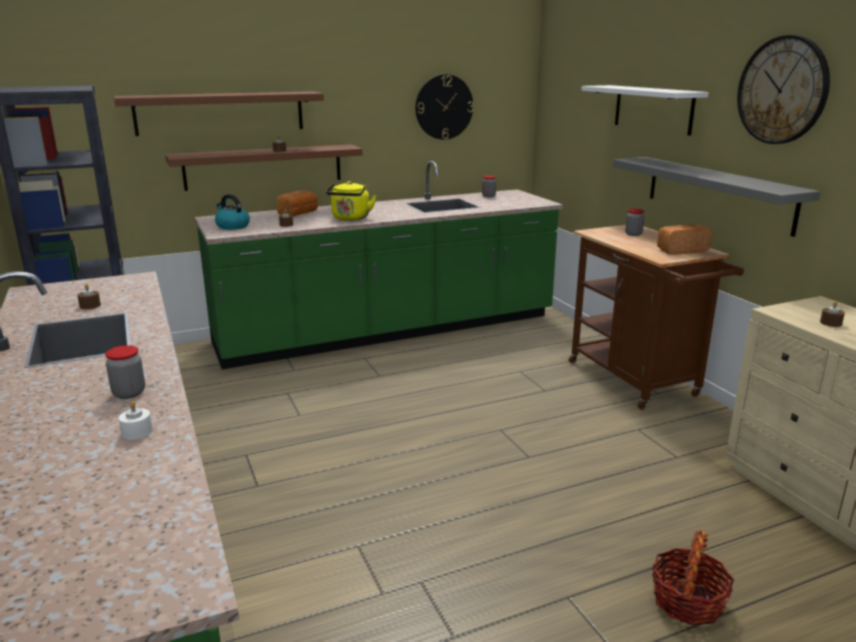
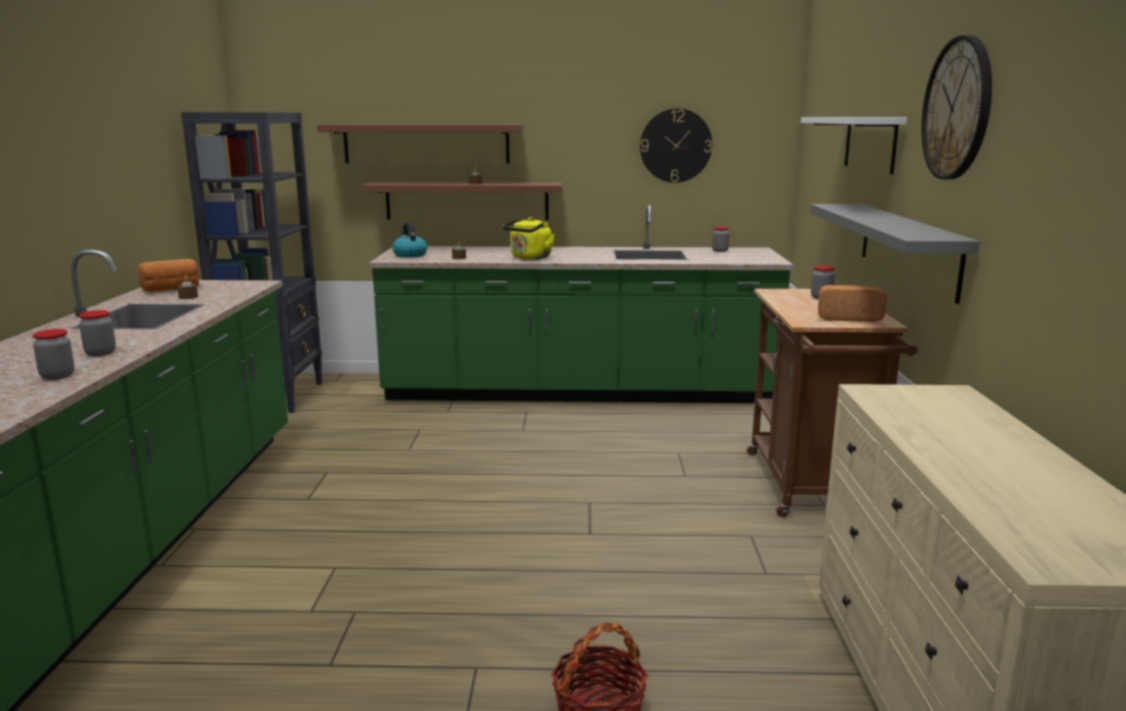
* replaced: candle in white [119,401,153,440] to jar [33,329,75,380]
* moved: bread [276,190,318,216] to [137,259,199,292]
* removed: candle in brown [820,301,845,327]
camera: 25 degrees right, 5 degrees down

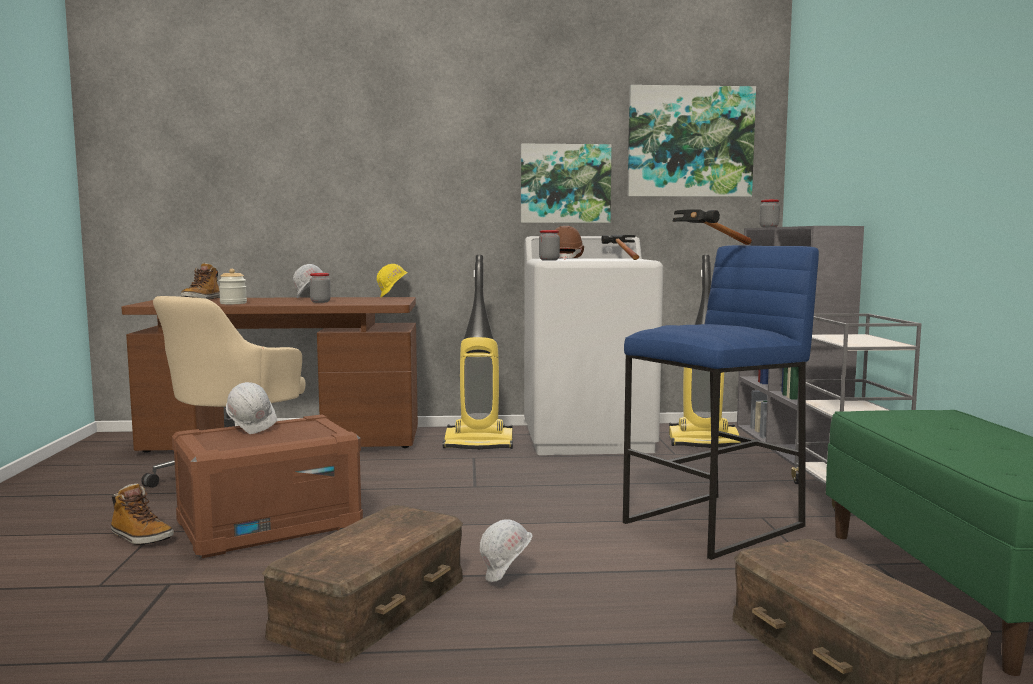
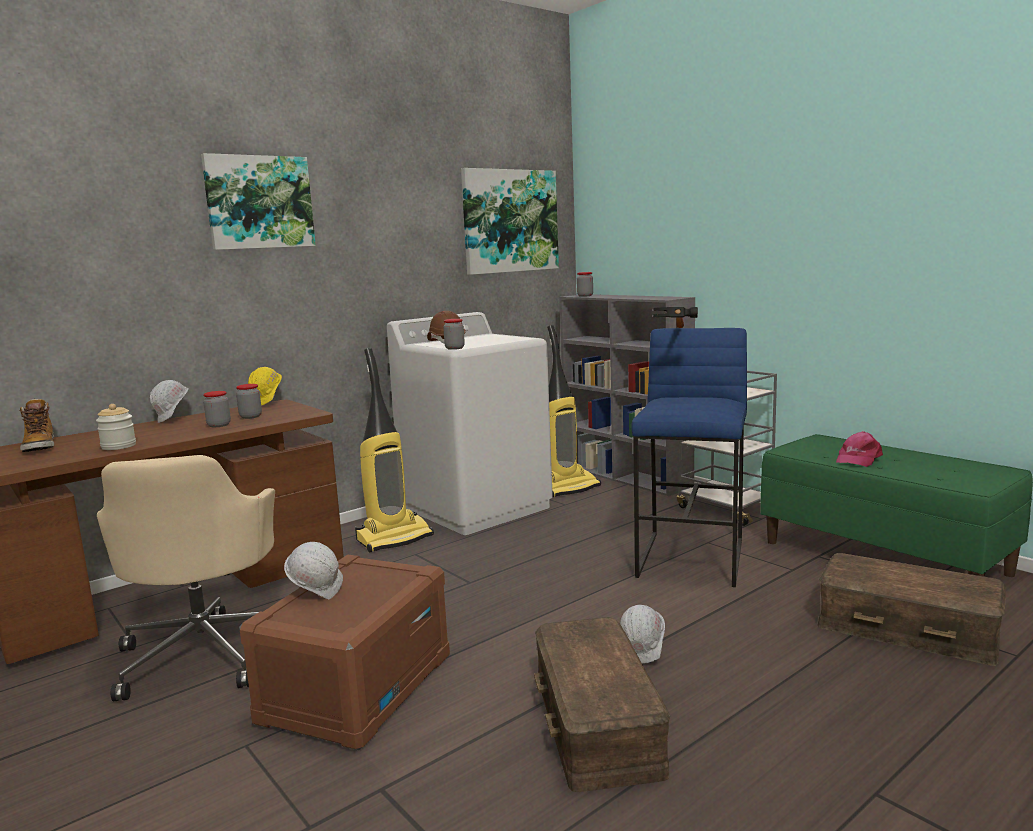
* removed: boot [111,483,174,545]
* moved: picture [521,144,612,223] to [201,153,316,250]
* removed: hammer [601,235,639,260]
* added: jar [236,384,262,419]
* added: cap in pink [836,431,883,467]
camera: 35 degrees left, 5 degrees up

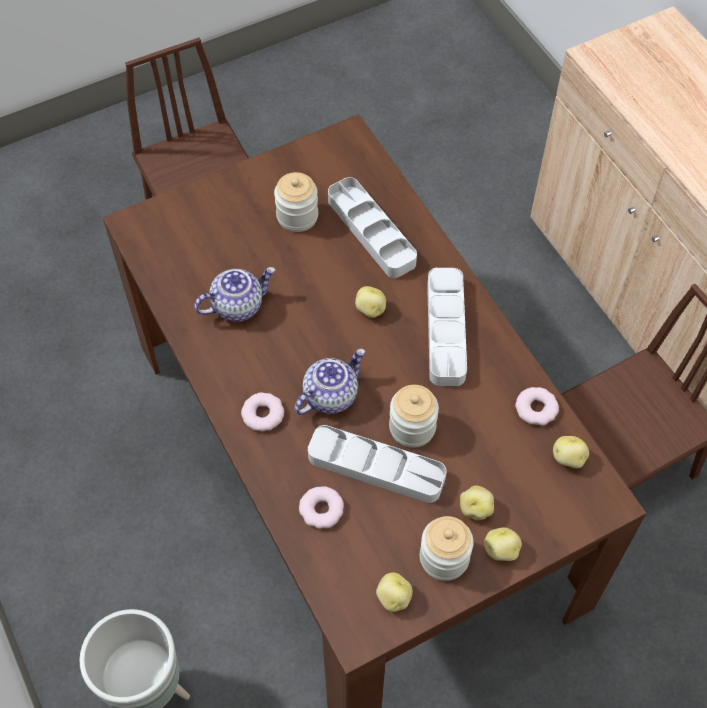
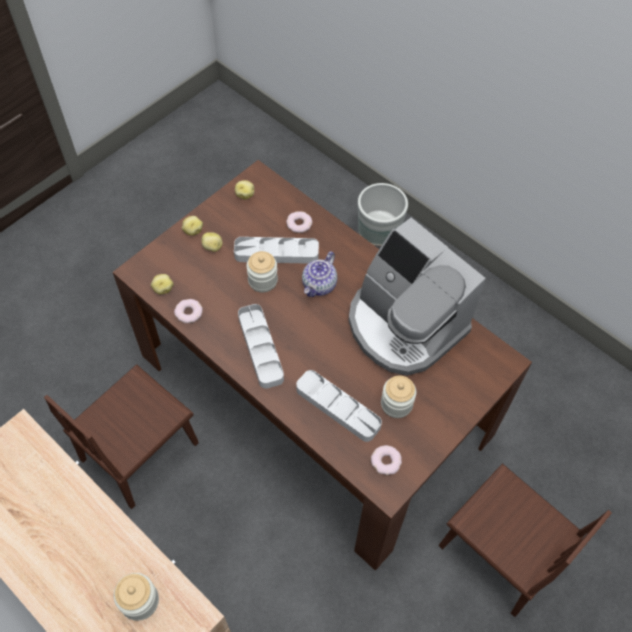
* replaced: teapot [194,267,276,322] to coffee machine [348,218,486,376]
* moved: donut [241,392,284,431] to [371,445,402,475]
* removed: potato [355,286,386,318]
* moved: jar [420,516,474,581] to [114,573,159,621]
camera: 160 degrees right, 0 degrees up

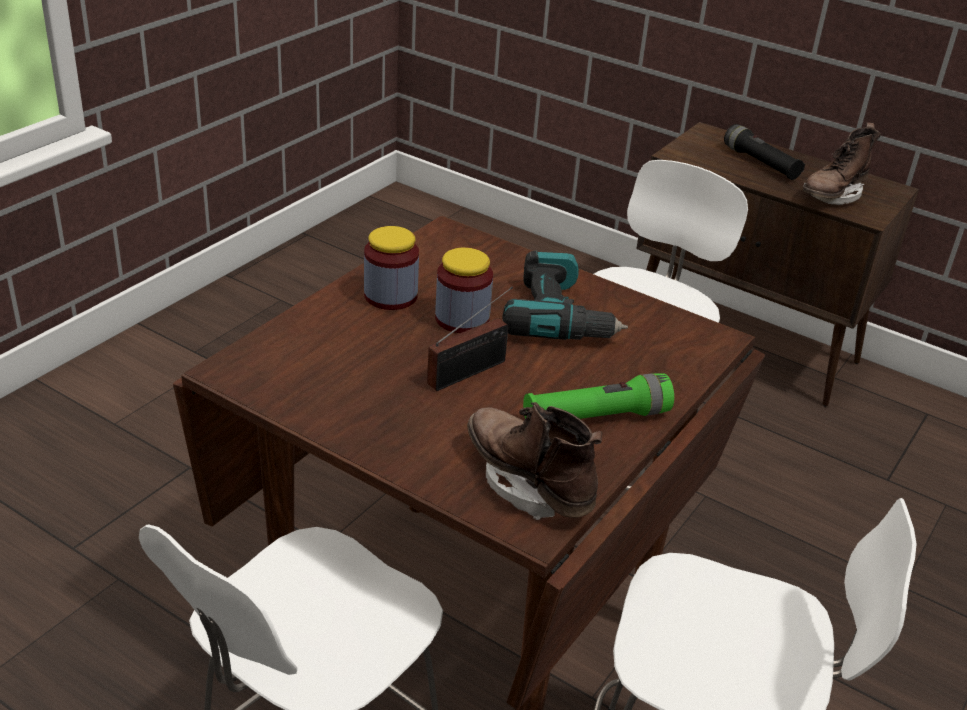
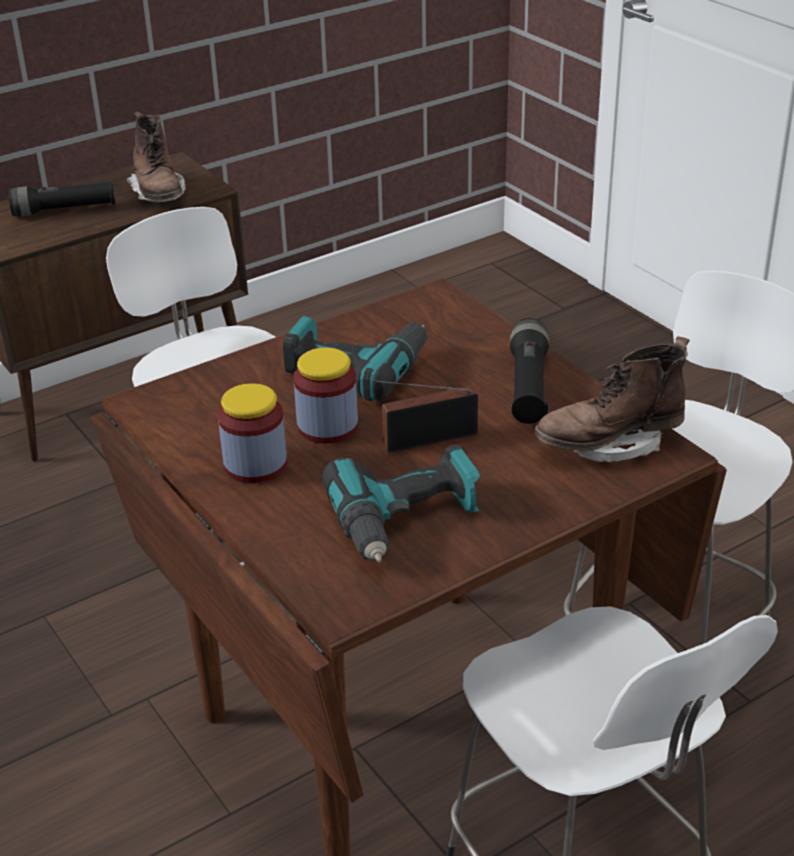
* turned: radio [427,287,513,391] = [373,380,478,453] 90 degrees counterclockwise
* recoloured: flashlight in green [523,373,674,419] to flashlight in black [510,318,549,424]
* added: power drill [322,444,480,563]
camera: 65 degrees left, 0 degrees up

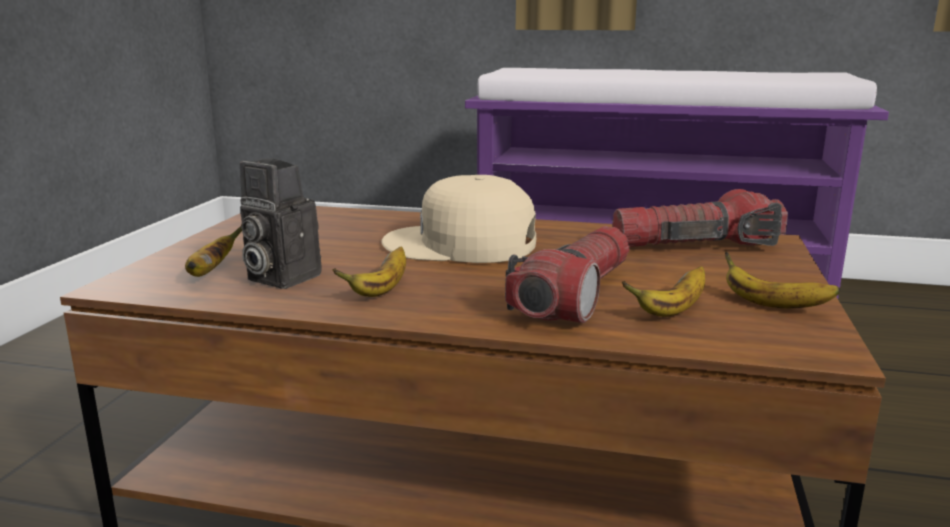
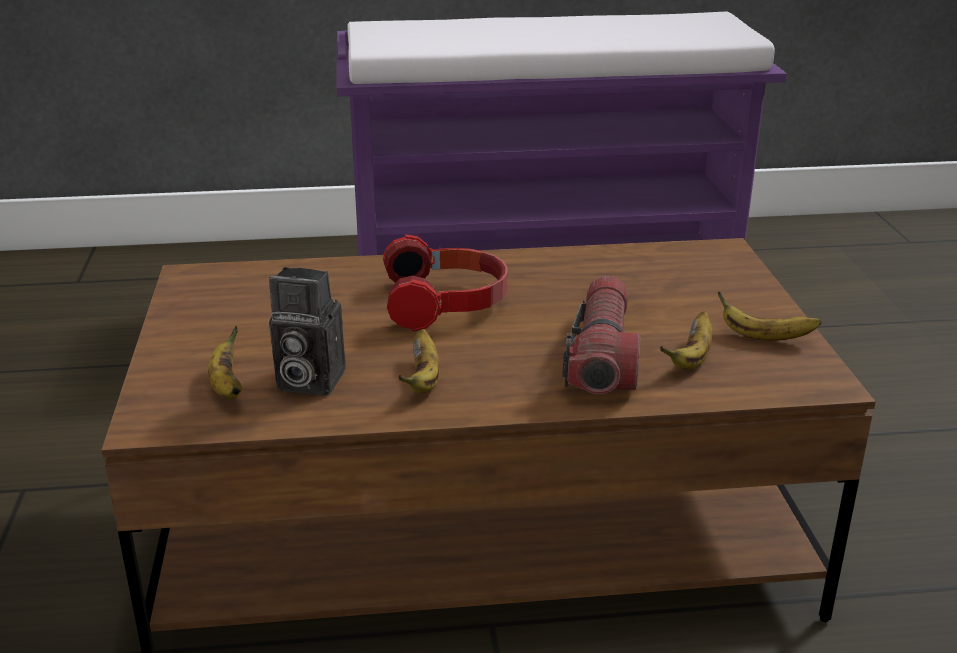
* replaced: cap in beige [382,175,536,263] to headphones [383,234,508,332]
* removed: flashlight [612,189,788,247]
camera: 20 degrees left, 10 degrees up

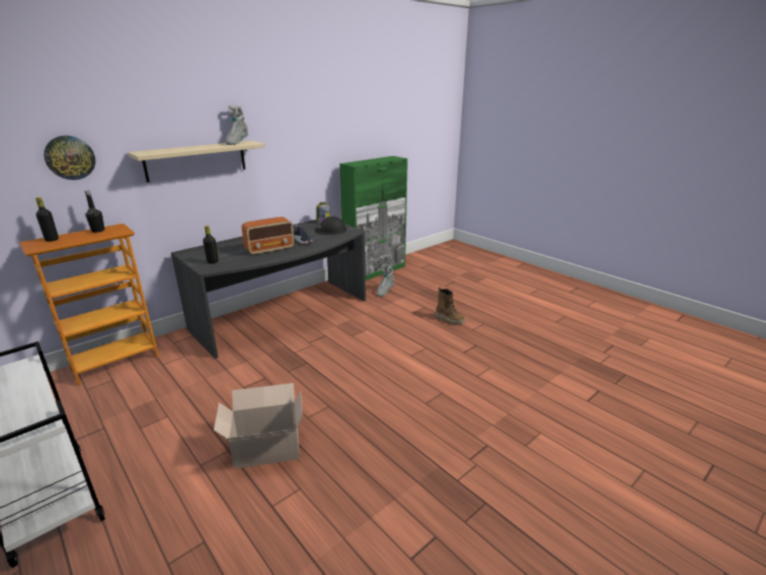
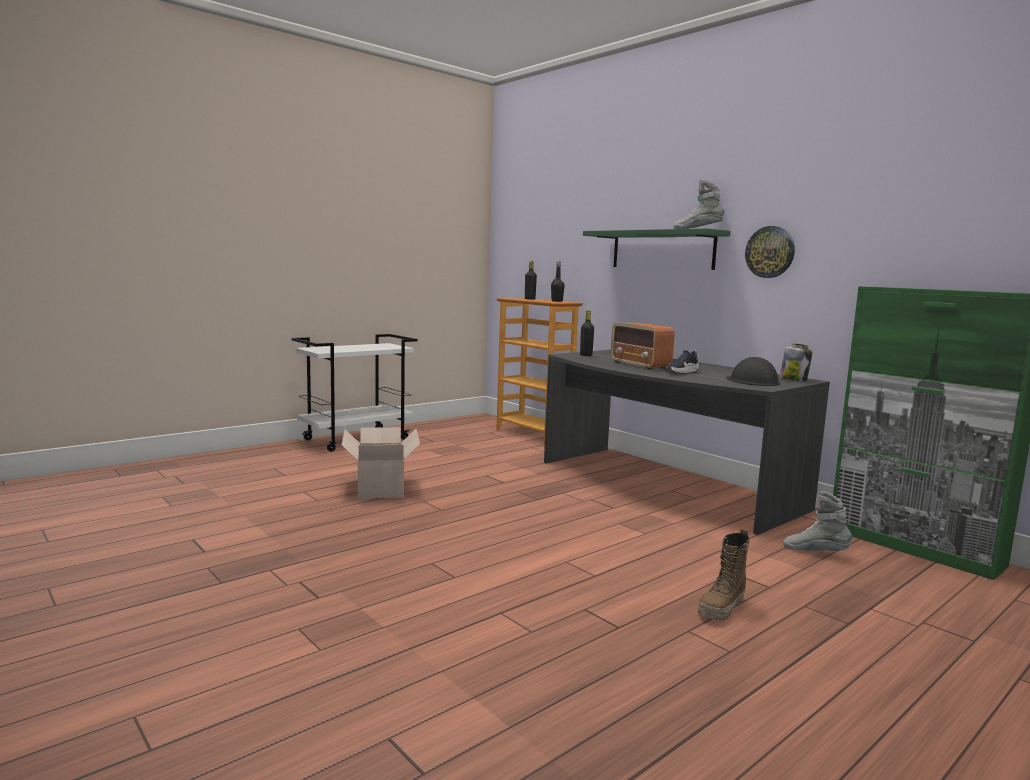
* moved: wall clock [44,136,96,180] to [745,226,795,278]
* recoloured: shelf in beige [127,141,265,183] to shelf in green [583,228,731,270]
camera: 90 degrees right, 15 degrees down

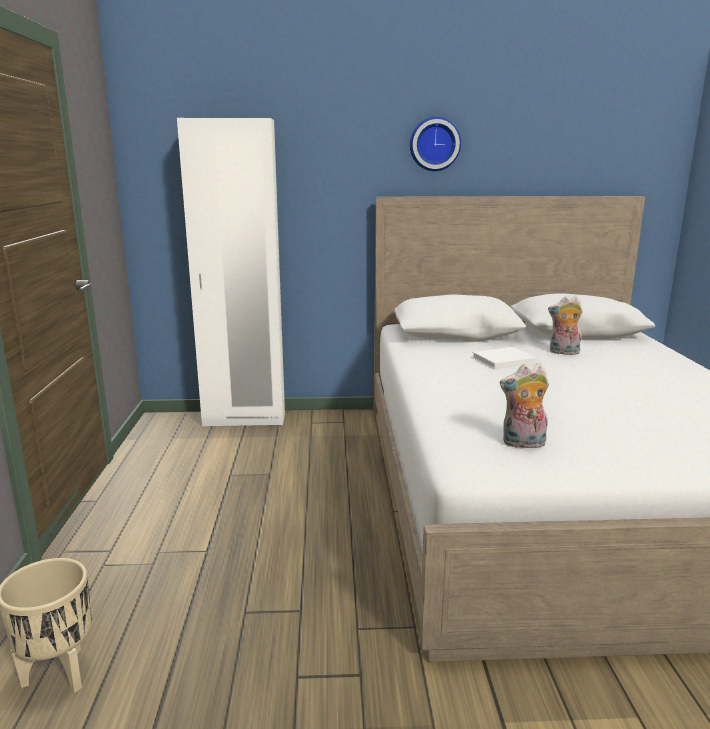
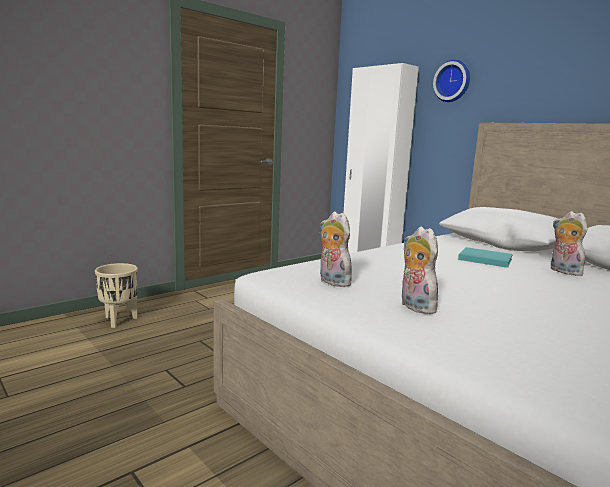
* moved: wall clock [410,117,461,171] to [433,60,470,102]
* recoloured: book in white [472,347,537,369] to book in turquoise [458,247,513,268]
* added: plush toy [402,226,438,314]
camera: 50 degrees right, 5 degrees down

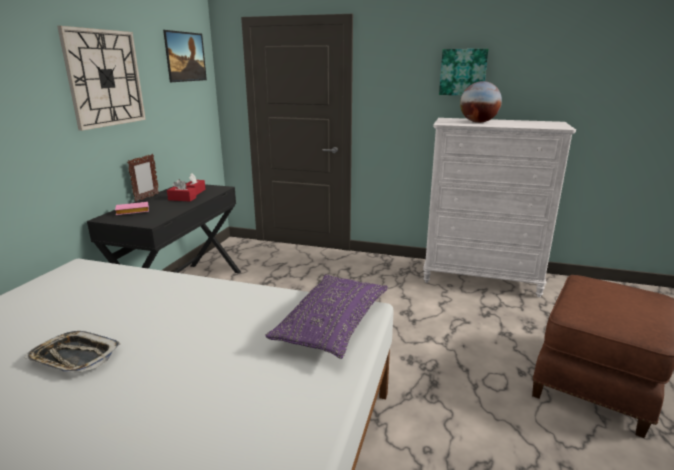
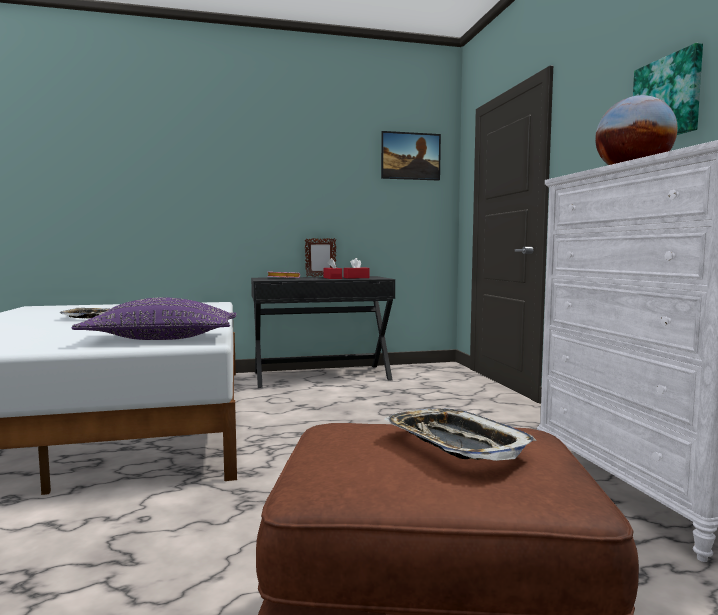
* removed: wall clock [57,26,146,131]
* added: tray [384,408,537,461]
camera: 60 degrees right, 15 degrees down

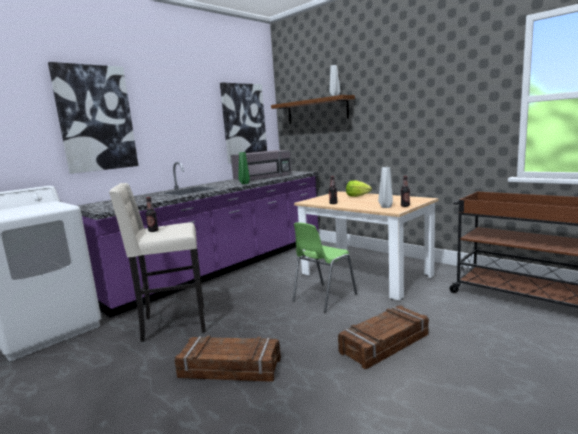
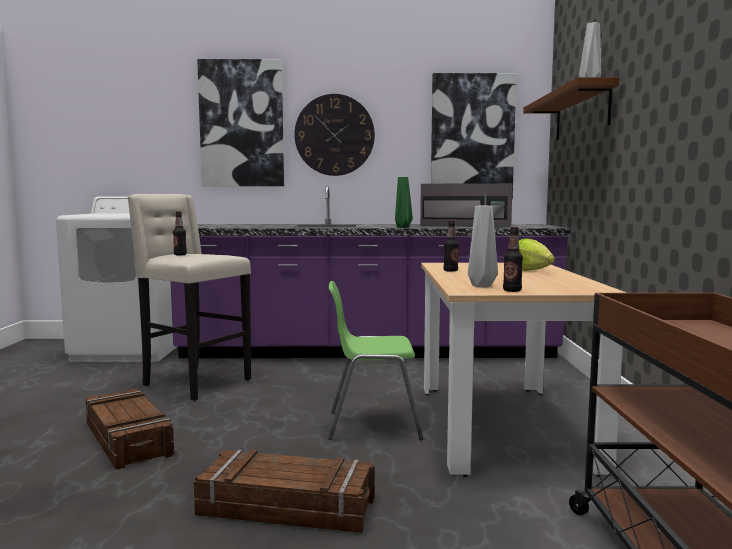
* added: wall clock [294,94,375,176]
camera: 45 degrees right, 5 degrees down

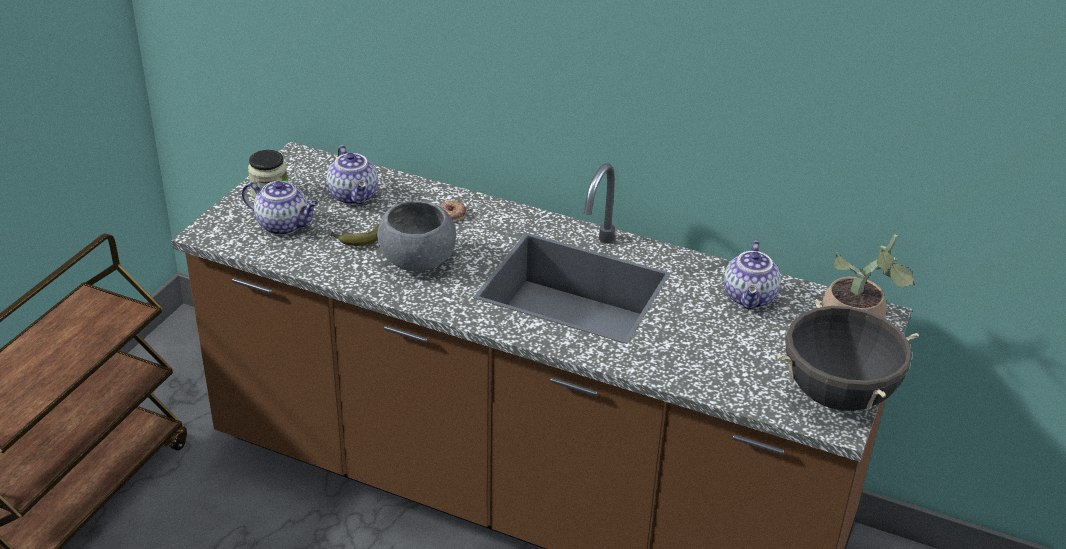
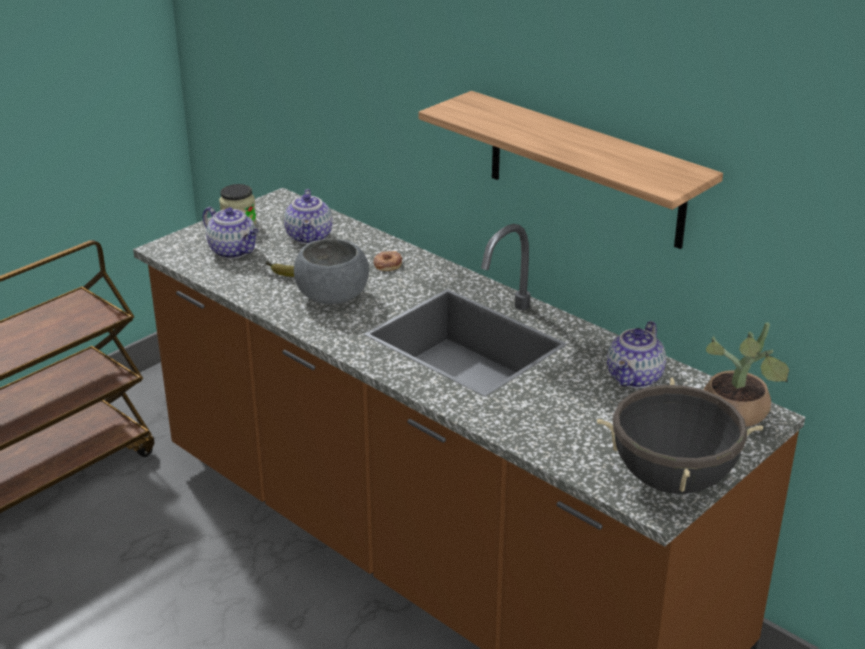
* added: shelf [418,91,723,249]
camera: 20 degrees right, 5 degrees down

